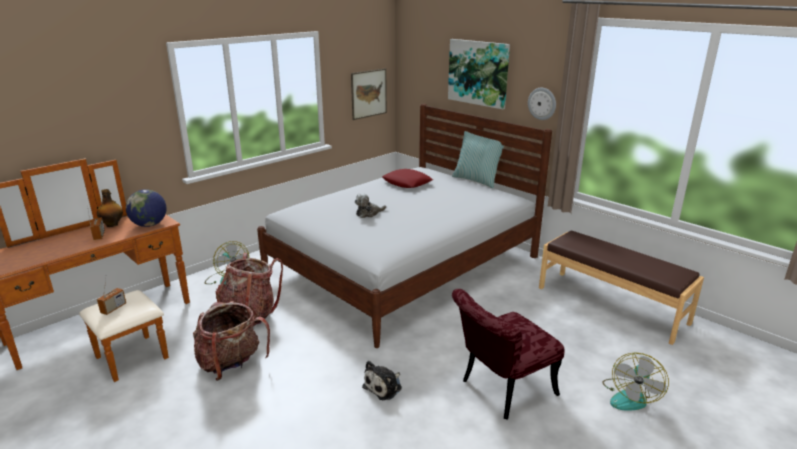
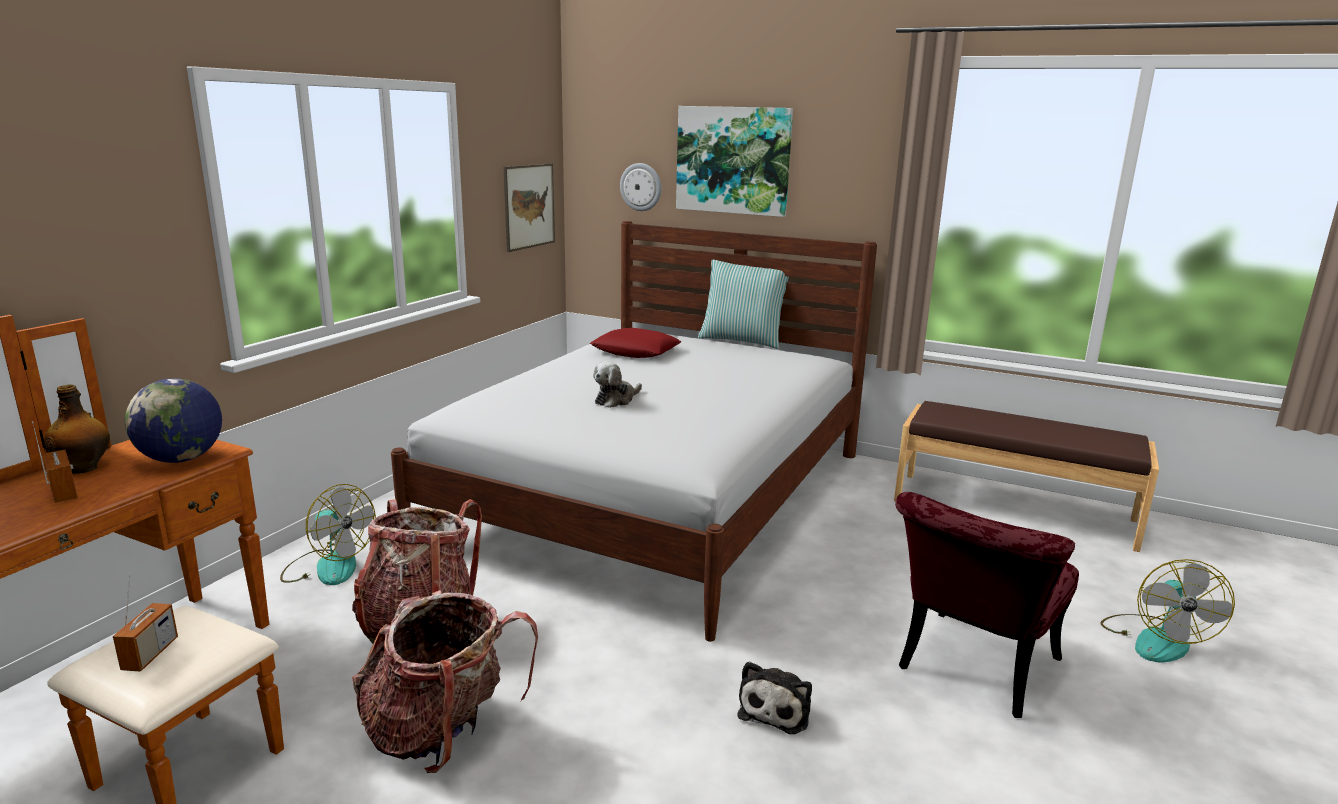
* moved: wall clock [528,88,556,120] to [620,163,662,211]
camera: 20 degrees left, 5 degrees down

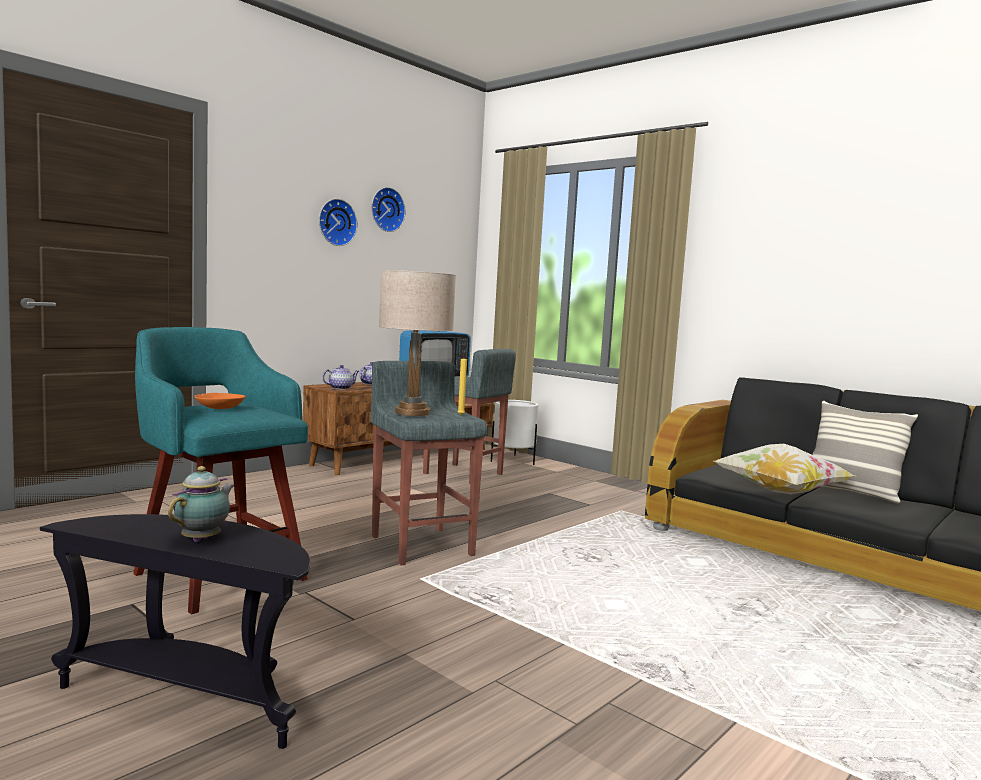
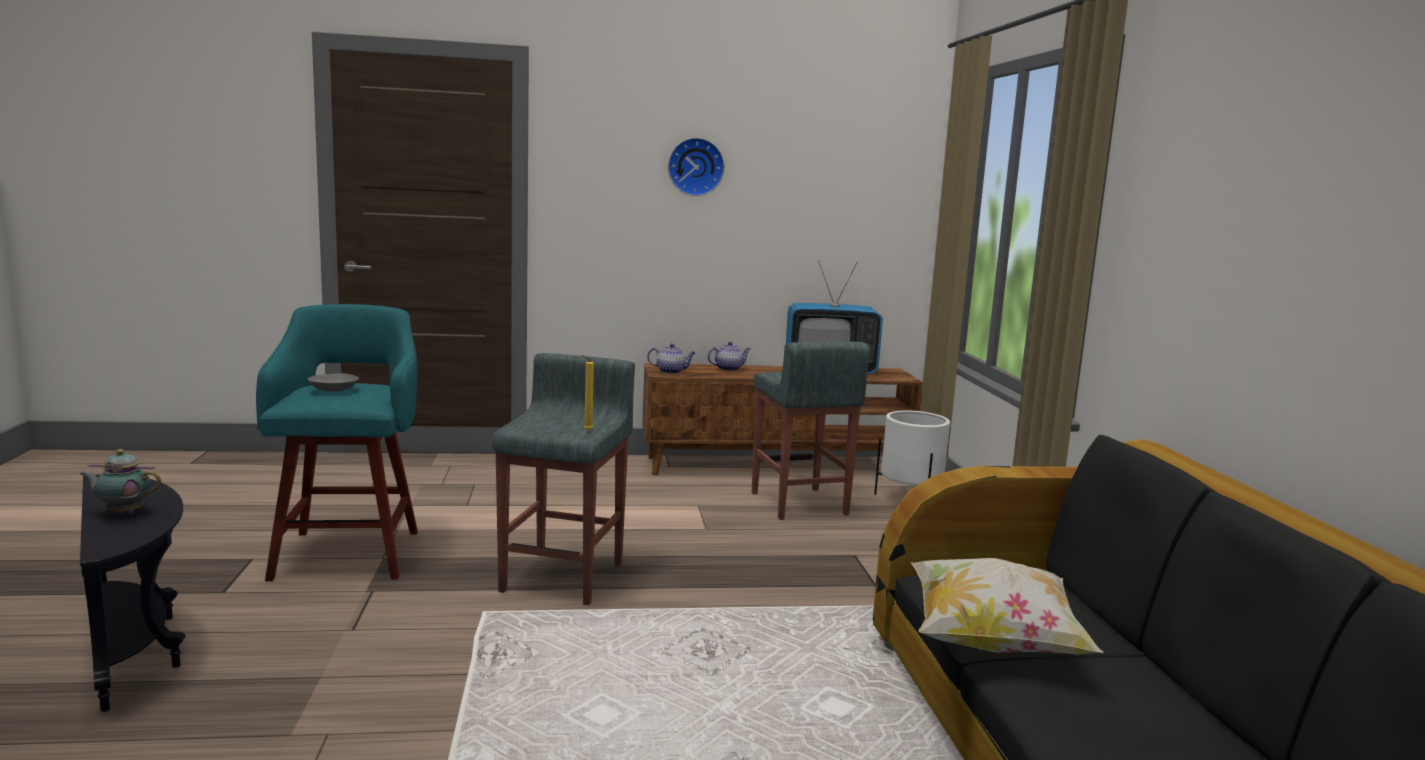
* turned: teapot [168,466,235,542] = [80,449,161,514] 150 degrees counterclockwise
* recoloured: bowl in orange [194,393,246,409] to bowl in grey [308,373,359,392]
* removed: wall clock [371,187,406,232]
* removed: table lamp in beige [379,270,456,416]
* removed: pillow [812,401,918,503]
camera: 40 degrees right, 5 degrees up

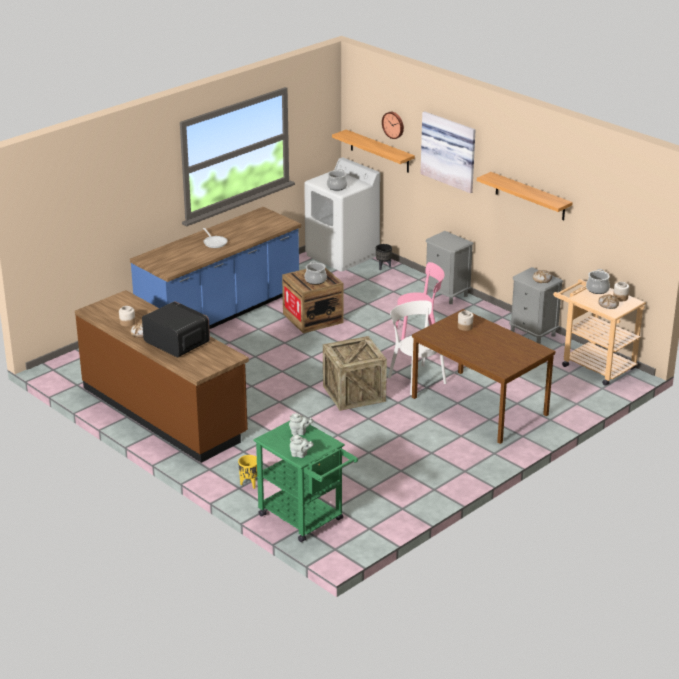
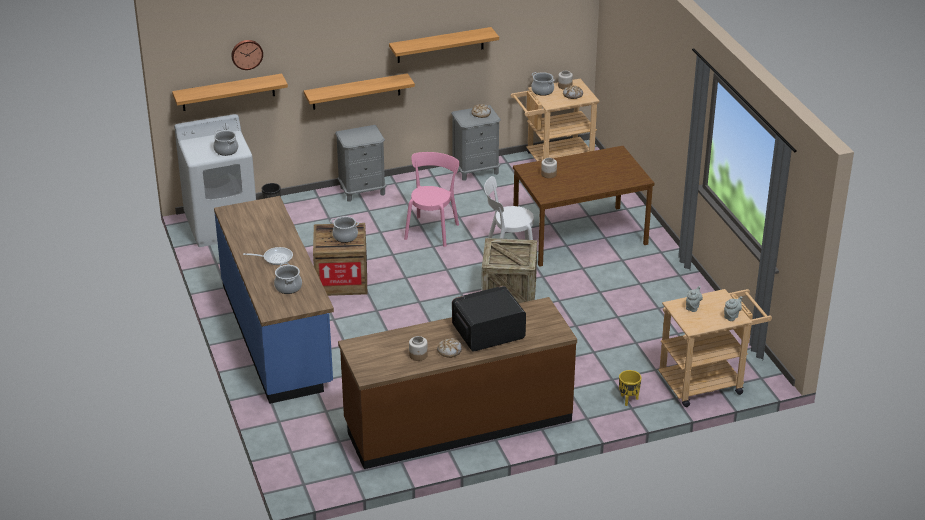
* recoloured: cart in green [253,421,358,542] to cart in beige [658,289,772,407]
* removed: picture [421,111,475,193]
* added: cooking pot [274,263,302,294]
* added: shelf [304,73,415,110]
camera: 65 degrees left, 5 degrees up

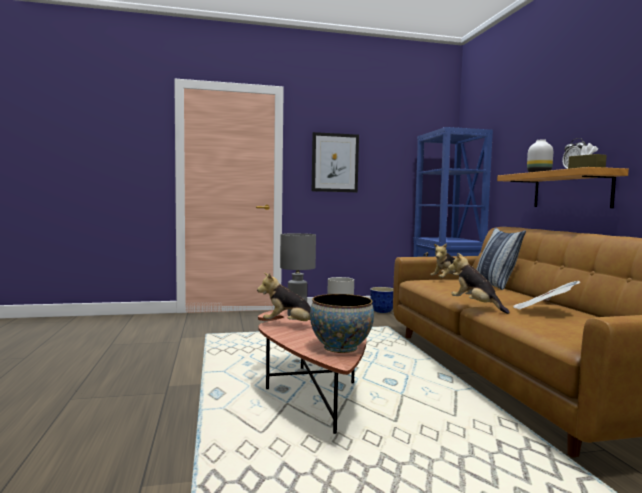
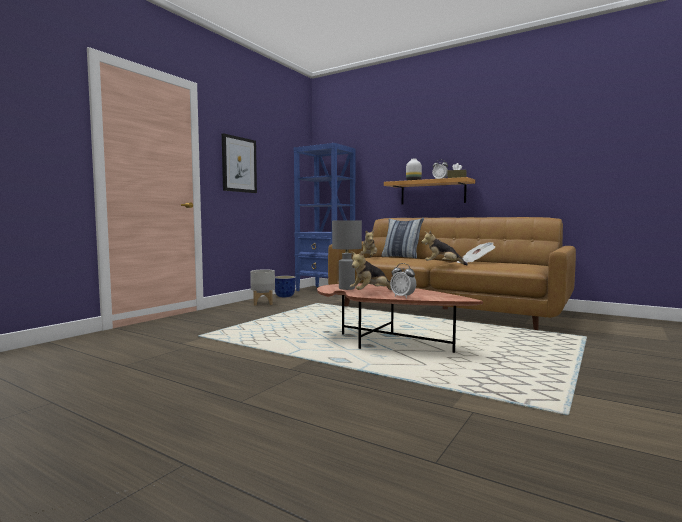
* removed: bowl [310,294,374,353]
* added: alarm clock [390,263,416,298]
camera: 45 degrees left, 0 degrees up

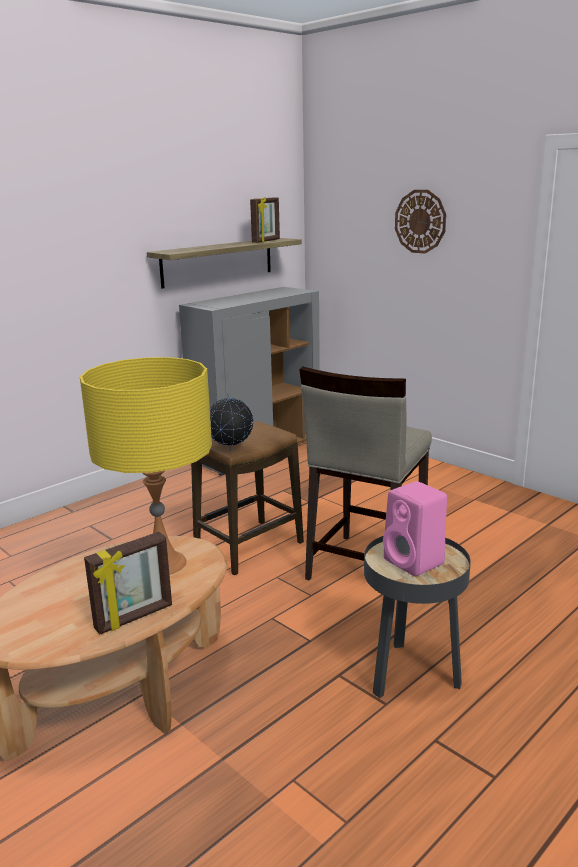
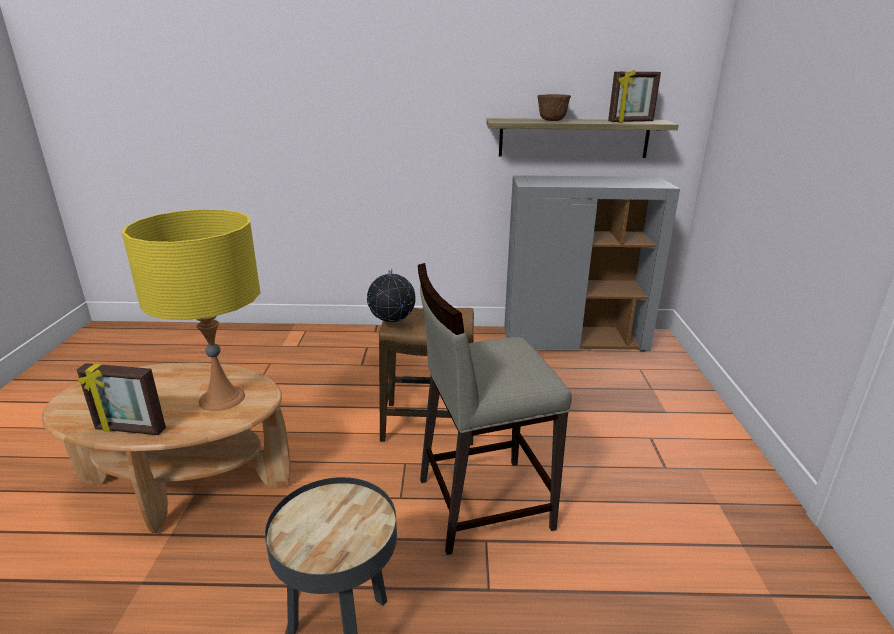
* removed: speaker in pink [383,481,447,576]
* removed: wall clock [395,190,446,254]
* added: bowl in brown [538,94,571,121]
camera: 45 degrees right, 5 degrees up

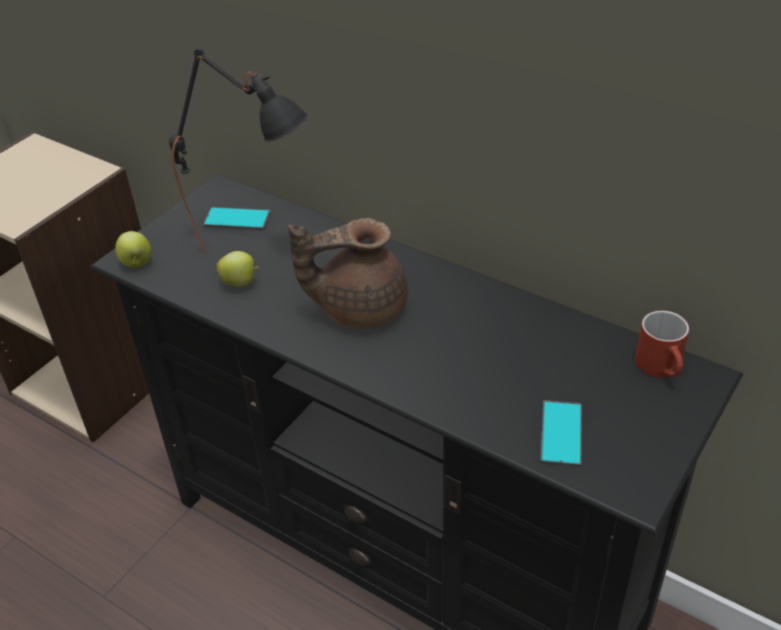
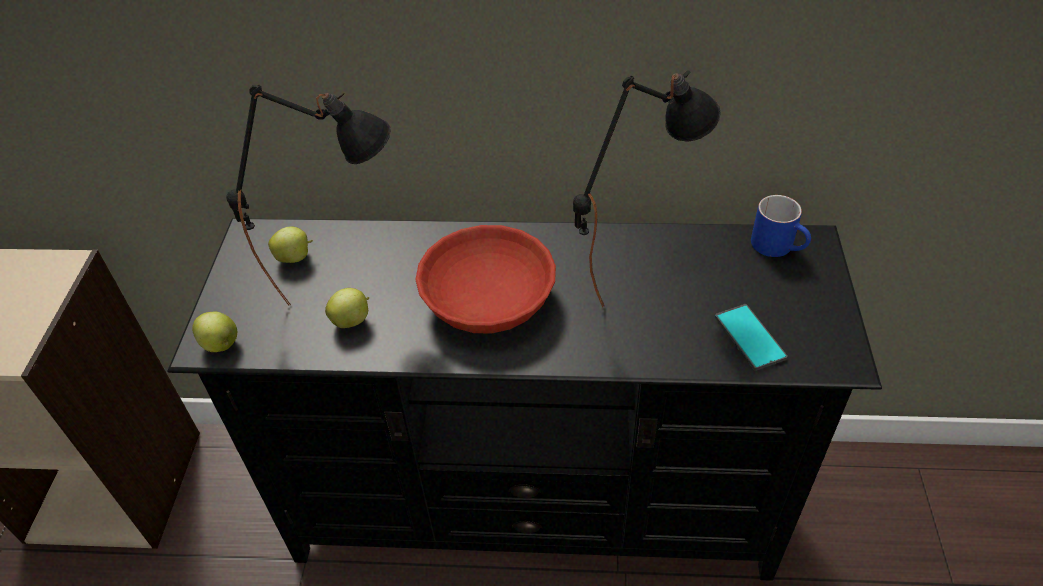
* replaced: phone [203,207,271,230] to apple [268,226,313,263]
* replaced: teapot in brown [289,218,408,329] to bowl in red [415,225,556,334]
* recoloured: mug in red [635,311,689,378] to mug in blue [751,195,811,257]
* added: table lamp in black [573,71,721,307]
camera: 30 degrees left, 5 degrees up

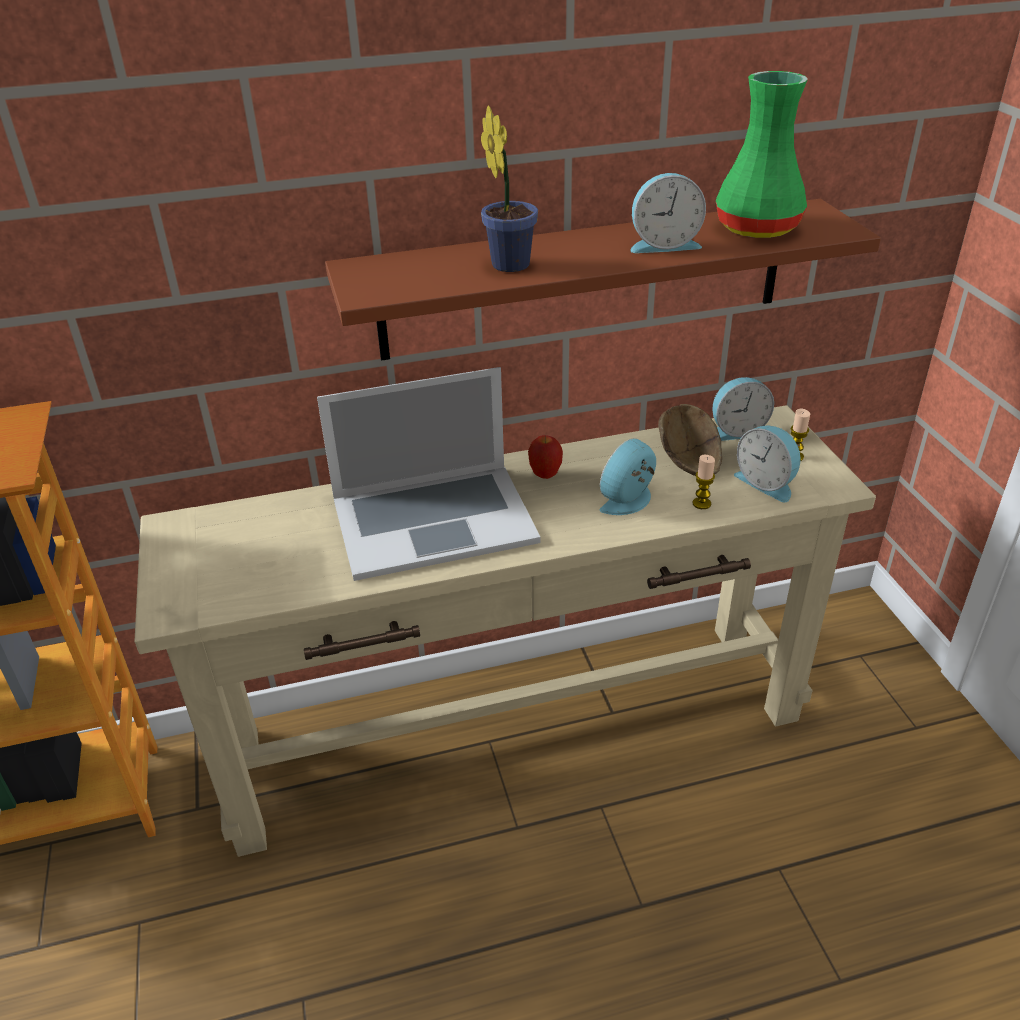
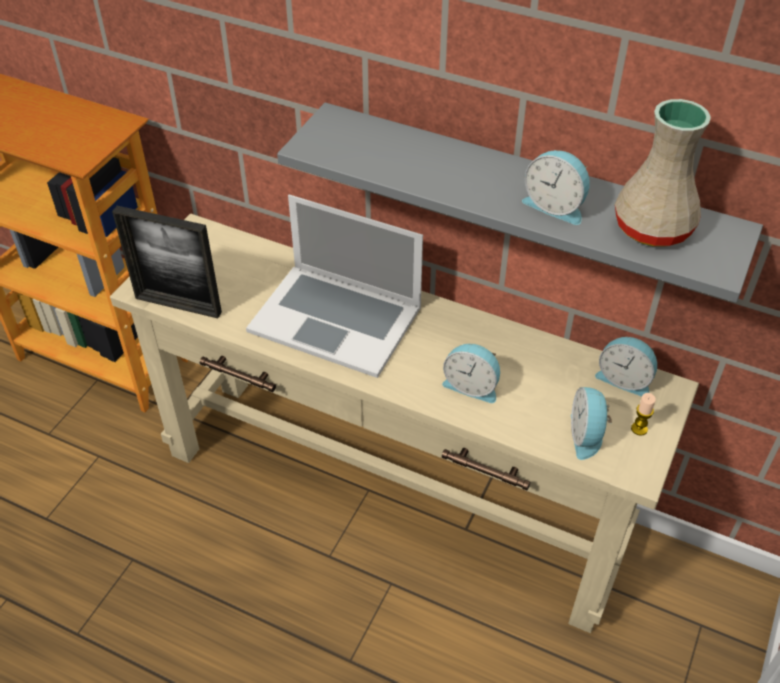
* recoloured: shelf in brown [325,199,881,361] to shelf in grey [277,103,763,303]
* removed: potted plant [481,105,538,272]
* removed: apple [528,435,563,479]
* turned: alarm clock [599,438,656,515] = [442,344,500,403] 150 degrees counterclockwise
* removed: bowl in brown [658,404,722,476]
* removed: candle [692,455,715,509]
* recoloured: vase in green [716,71,808,238] to vase in beige [615,99,711,247]
* added: picture frame [112,206,222,318]
camera: 40 degrees right, 10 degrees up

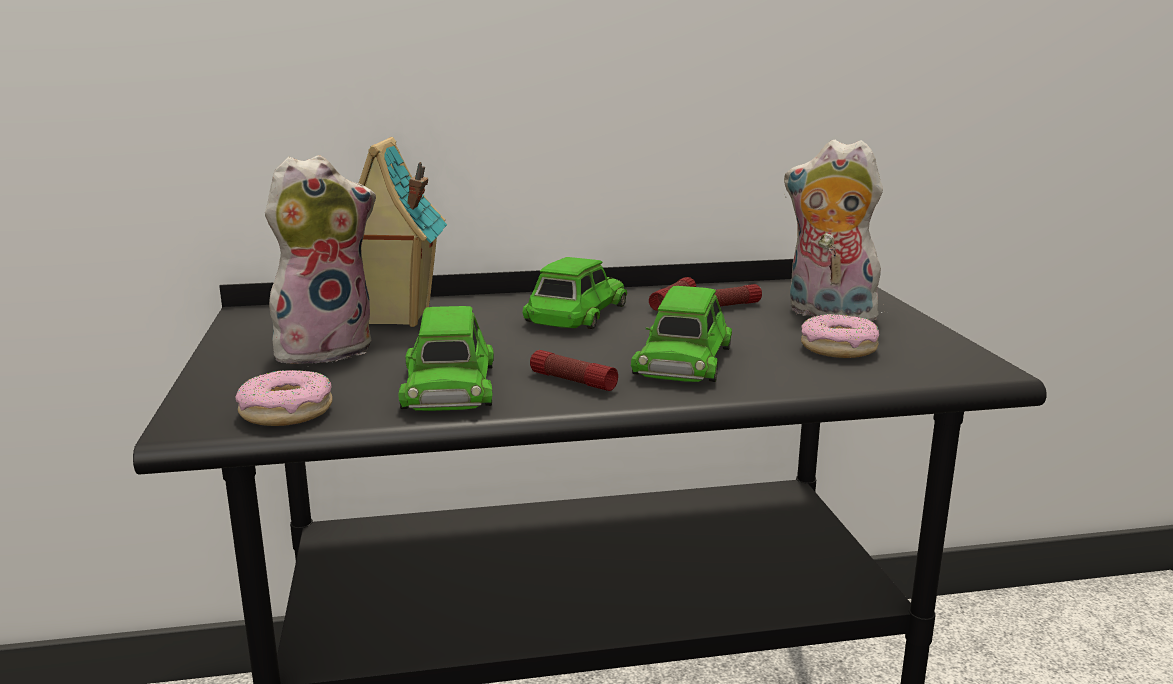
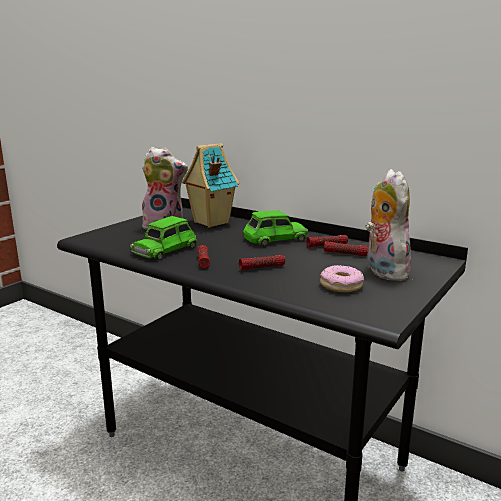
* removed: donut [235,370,332,426]
* replaced: toy car in green [631,286,732,382] to flashlight [239,255,285,270]
camera: 45 degrees right, 0 degrees up

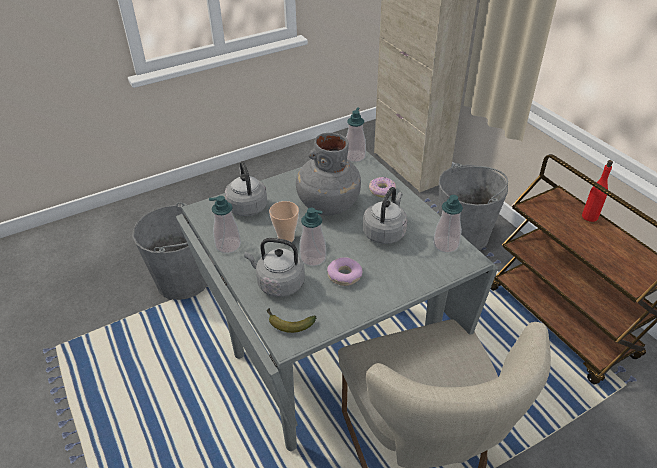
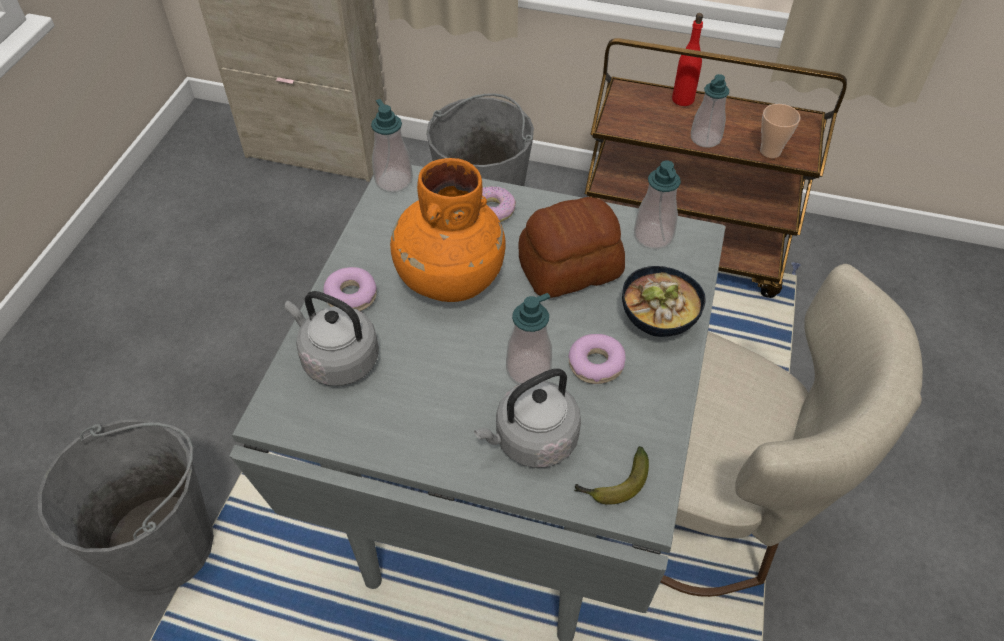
* moved: soap dispenser [209,196,241,254] to [691,74,729,148]
* moved: cup [269,201,299,242] to [760,104,800,158]
* recoloured: vase in grey [296,133,361,215] to vase in orange [390,158,506,302]
* replaced: kettle in grey [363,187,408,244] to bread [519,197,625,298]
* added: donut [323,267,377,311]
* added: bowl [622,266,706,337]
camera: 45 degrees left, 10 degrees up

